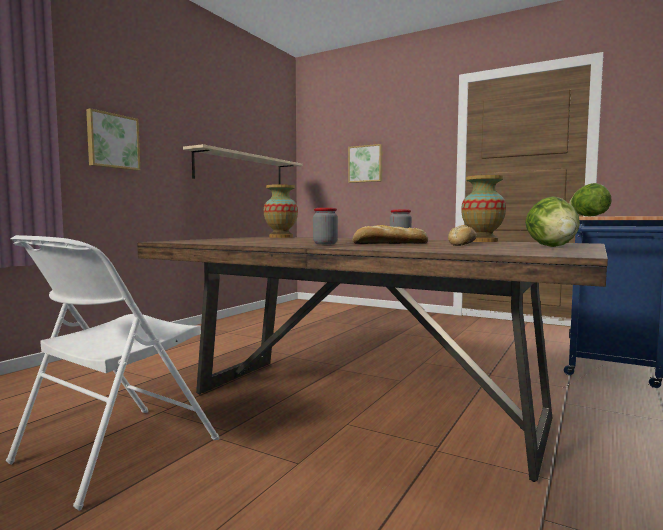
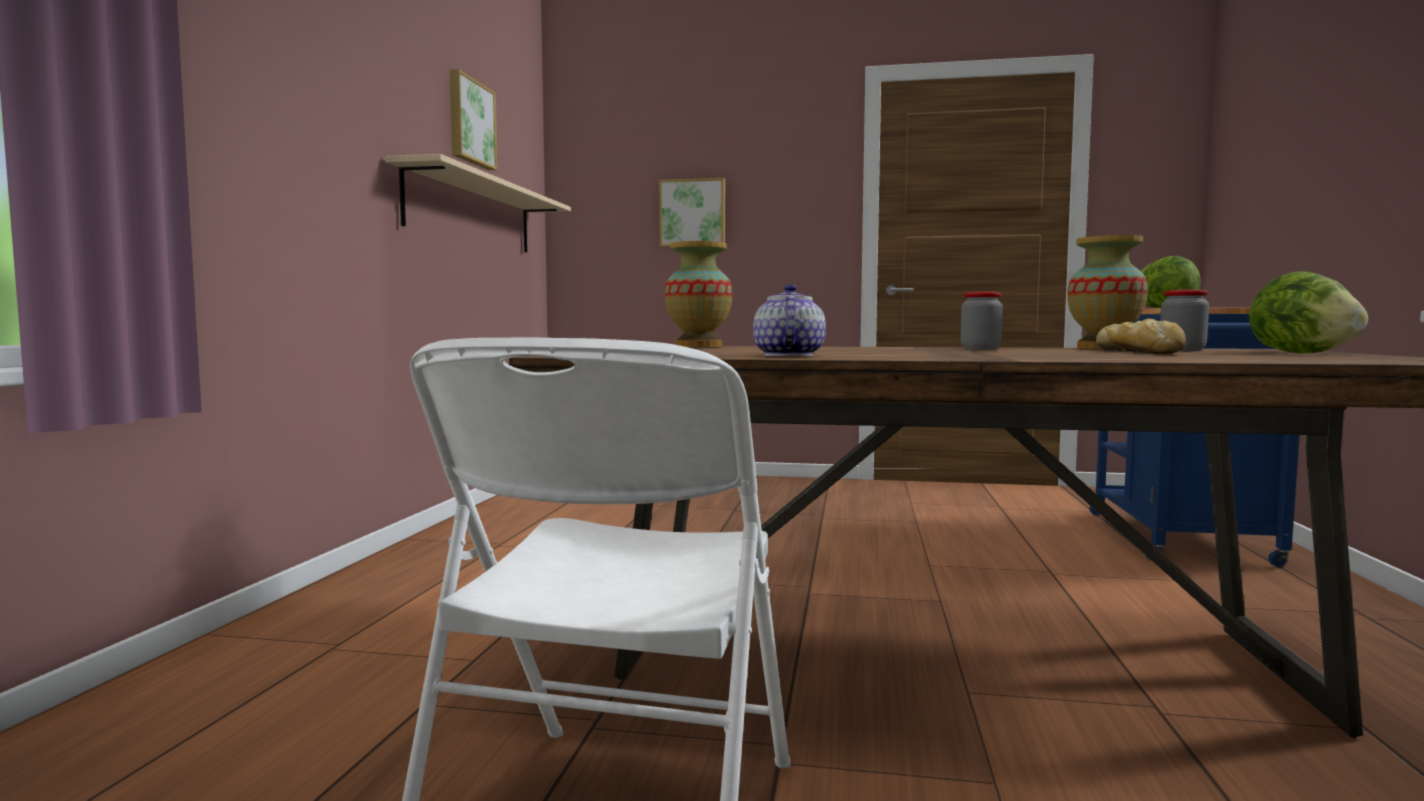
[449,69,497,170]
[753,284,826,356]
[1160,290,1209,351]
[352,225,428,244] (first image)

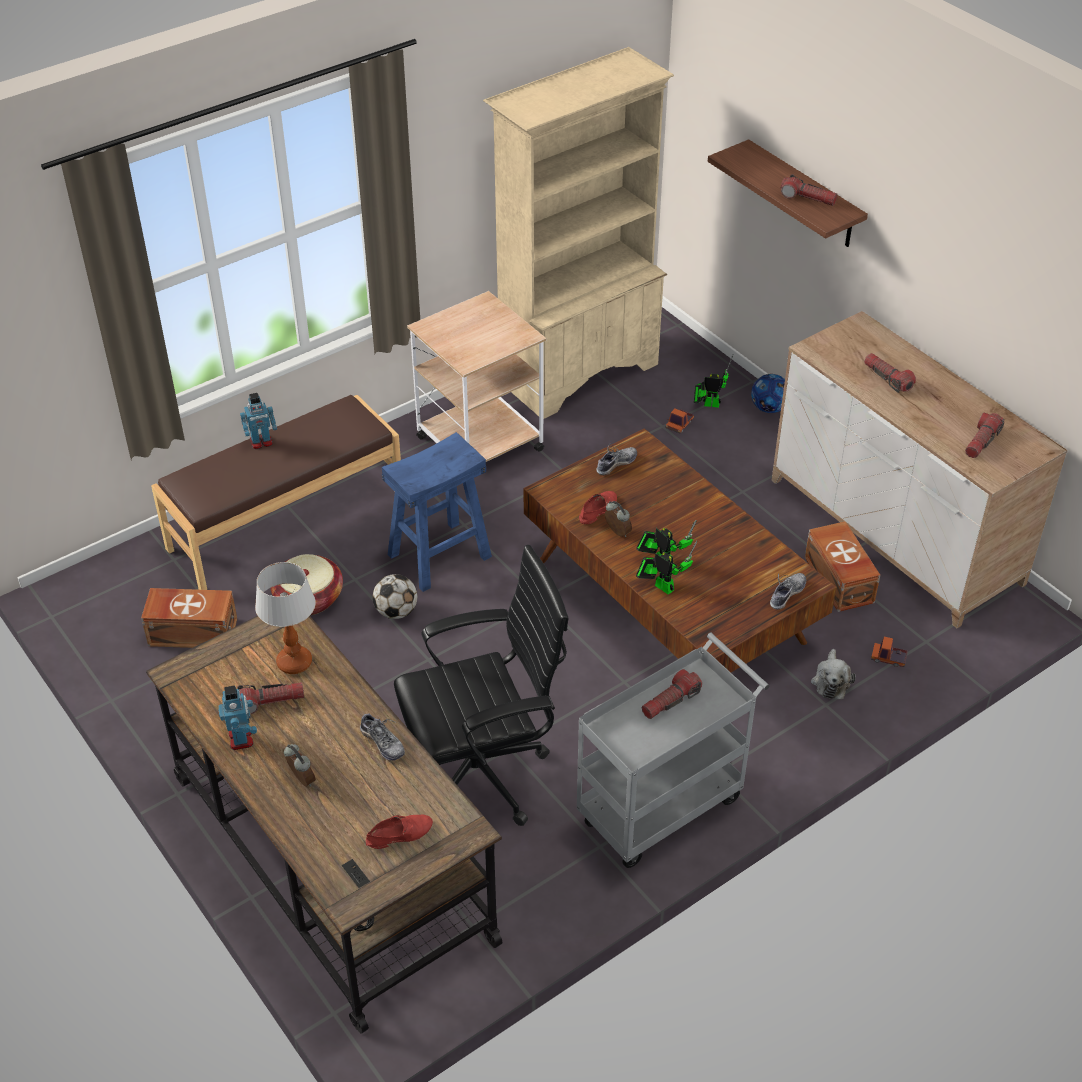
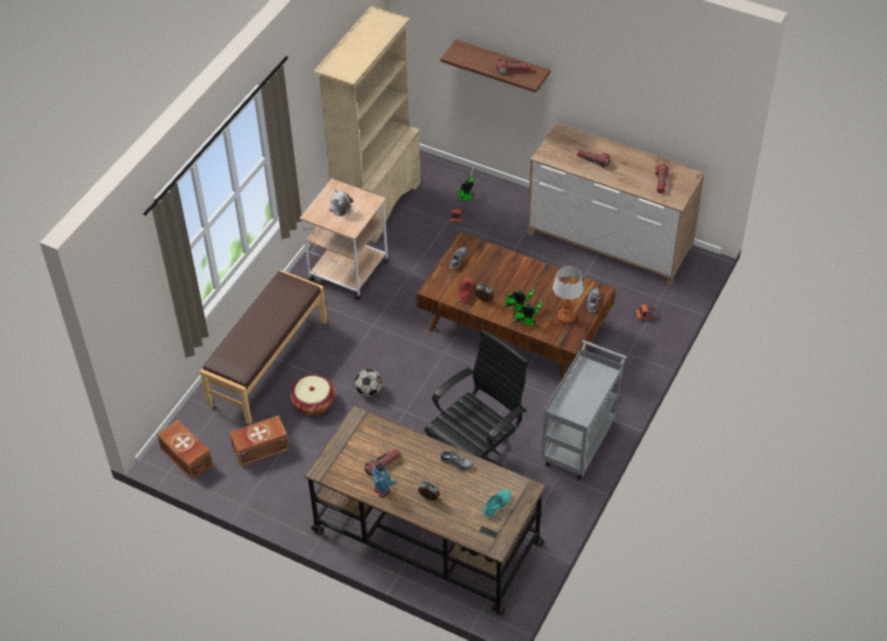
[157,420,213,480]
[329,189,353,216]
[483,489,511,516]
[553,266,584,324]
[240,393,277,449] (first image)
[382,432,492,592] (first image)
[642,669,702,719] (first image)
[751,374,785,413] (first image)

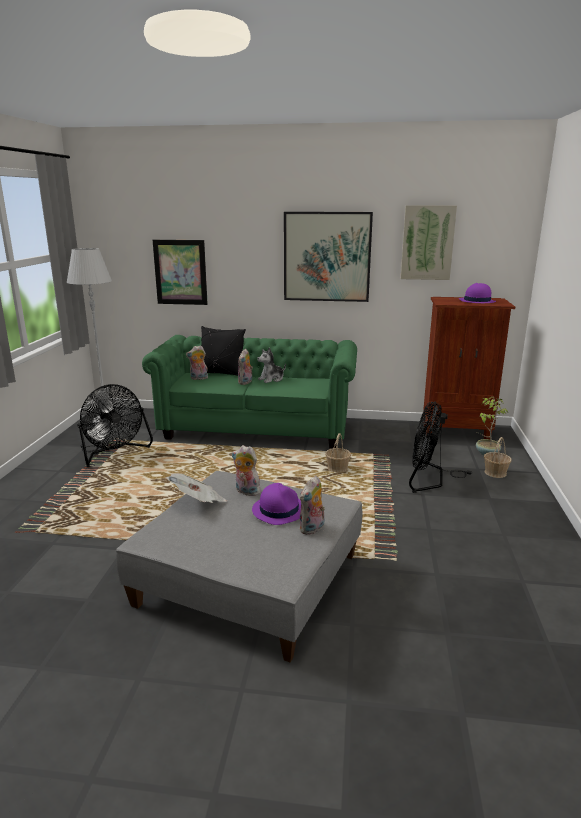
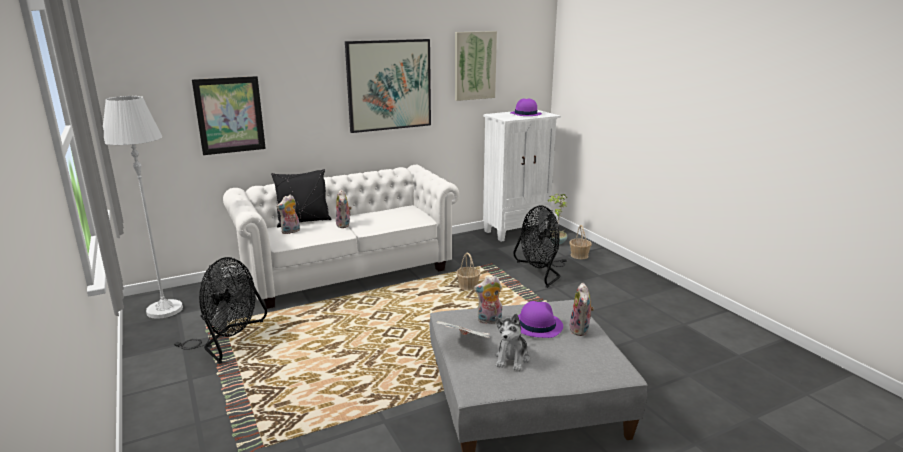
[223,165,459,309]
[483,110,561,242]
[495,314,530,371]

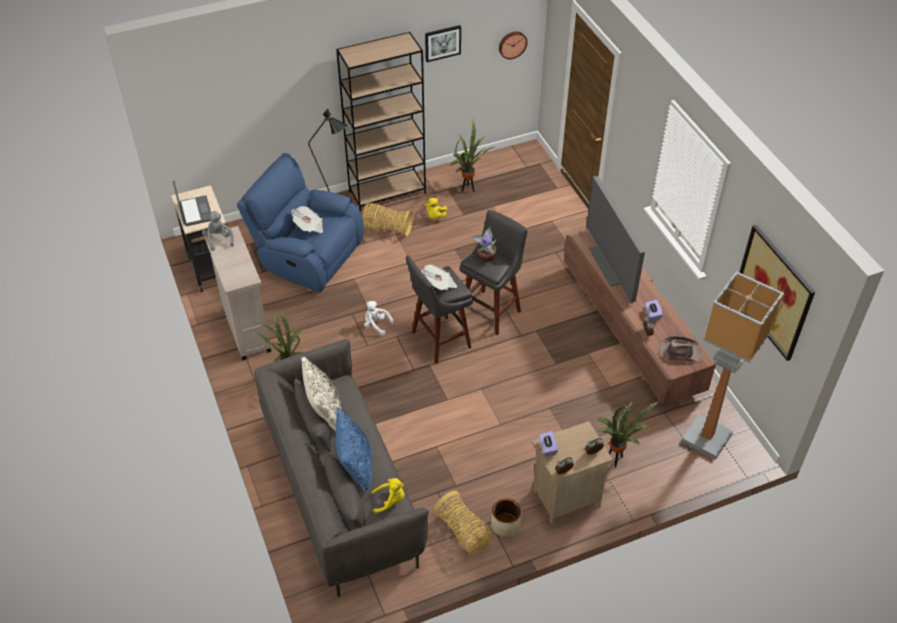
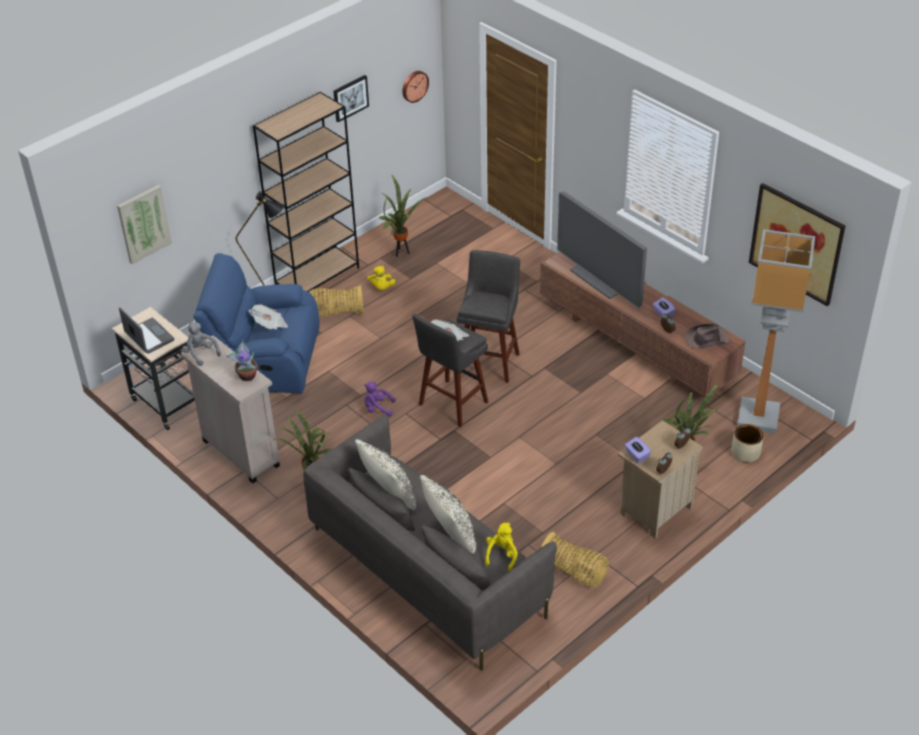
[117,185,172,264]
[226,339,258,381]
[364,381,396,416]
[420,474,476,554]
[485,522,518,571]
[731,424,764,462]

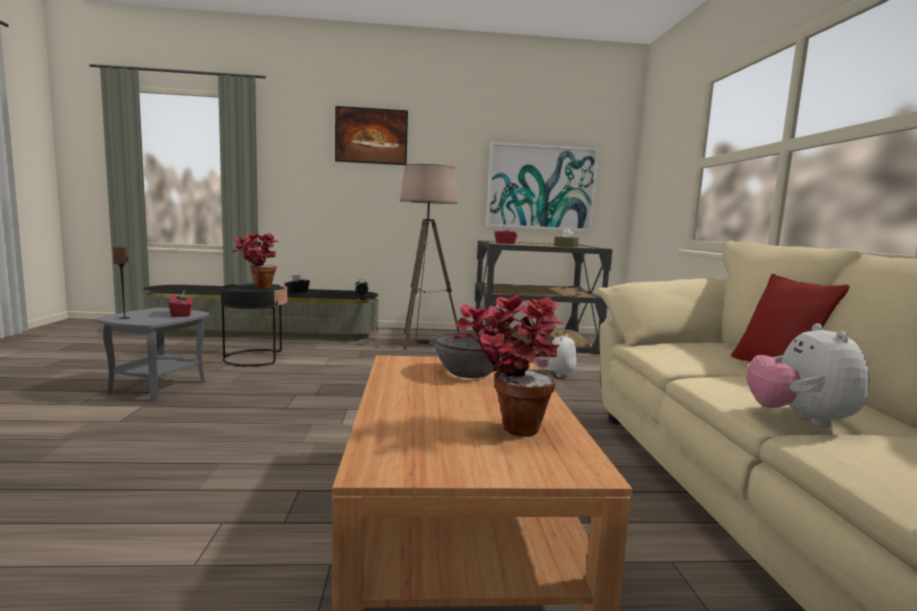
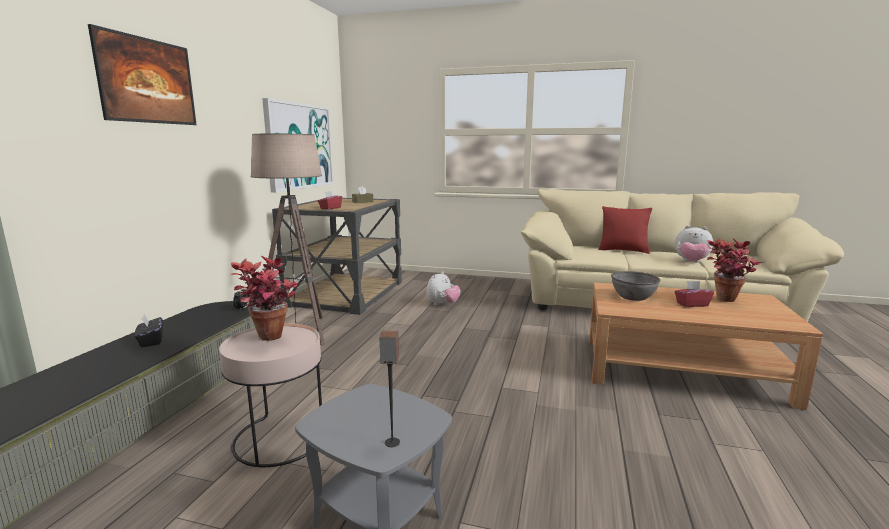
[219,323,322,468]
[426,271,461,306]
[675,281,714,307]

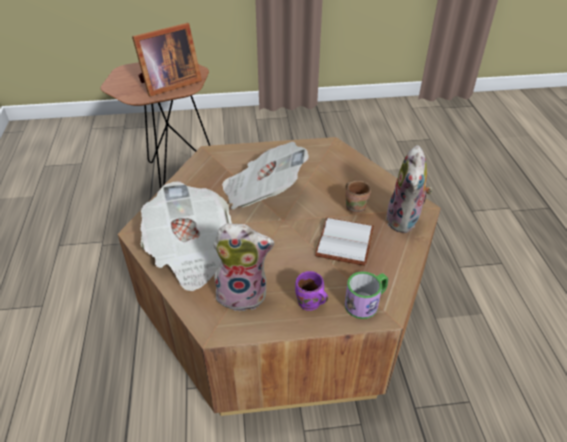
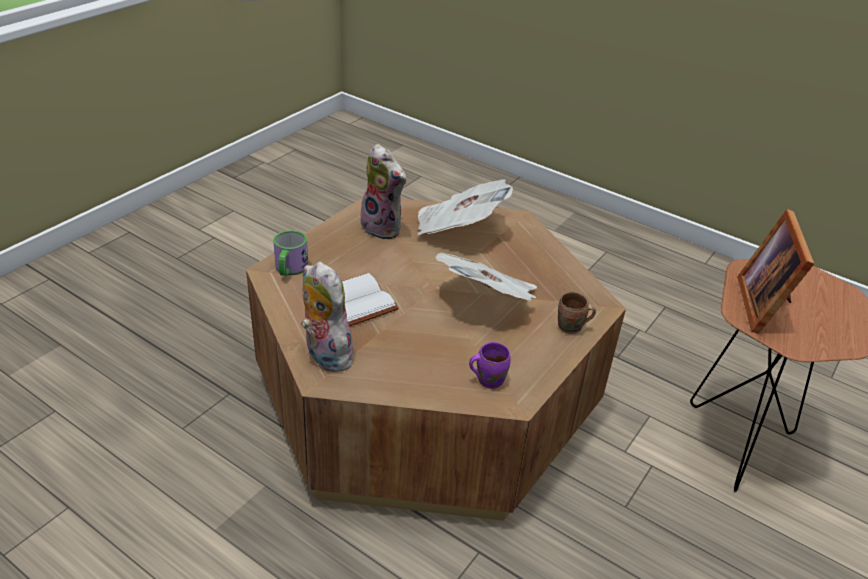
[359,144,407,240]
[469,342,510,389]
[558,292,596,334]

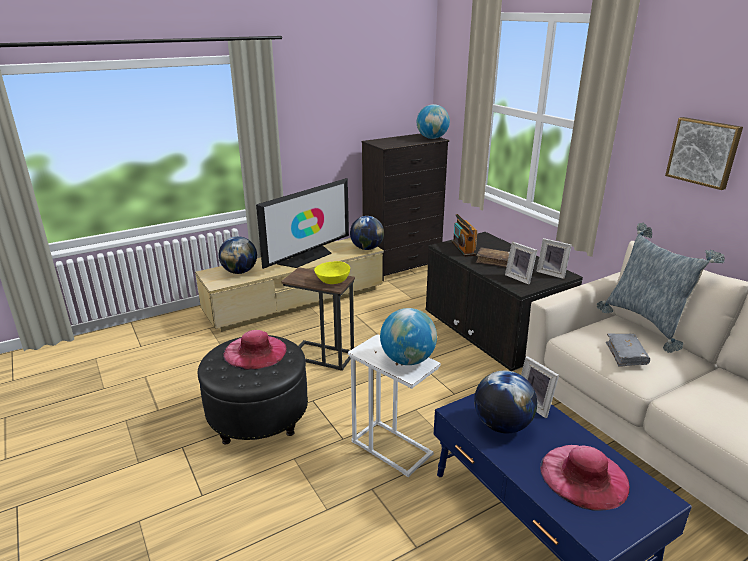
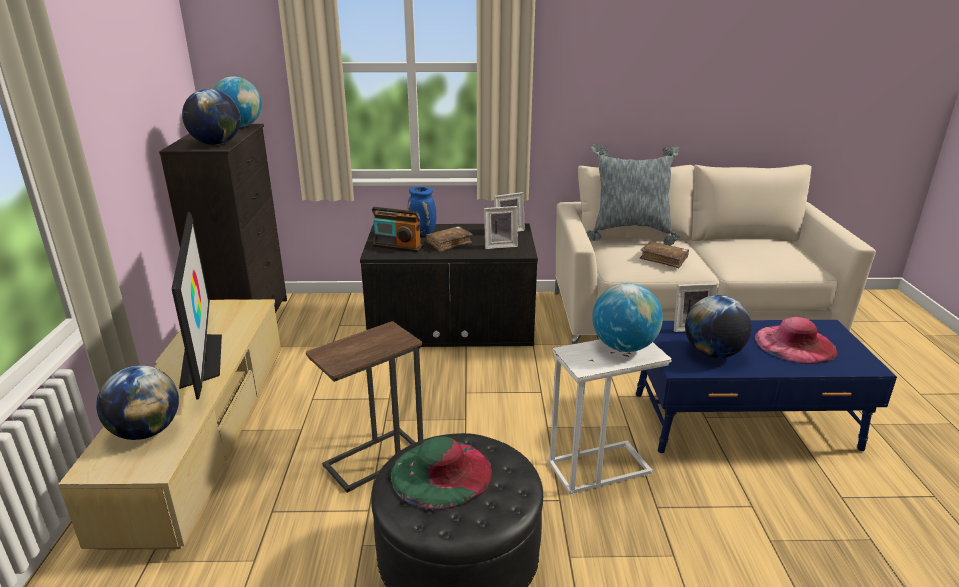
[182,89,241,145]
[391,437,492,510]
[408,187,436,236]
[640,241,689,268]
[314,261,350,284] (first image)
[665,117,743,190] (first image)

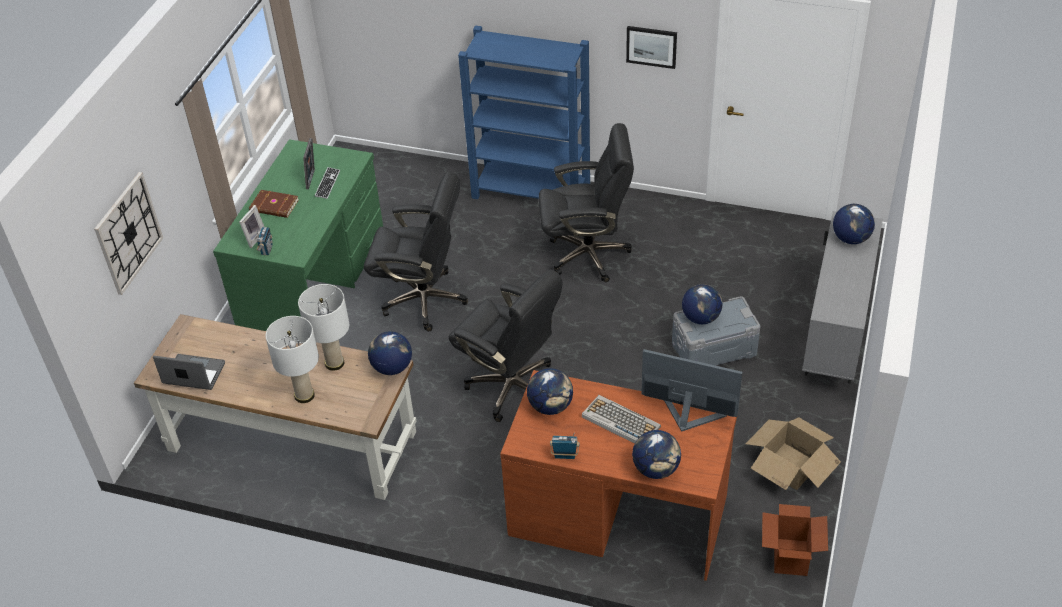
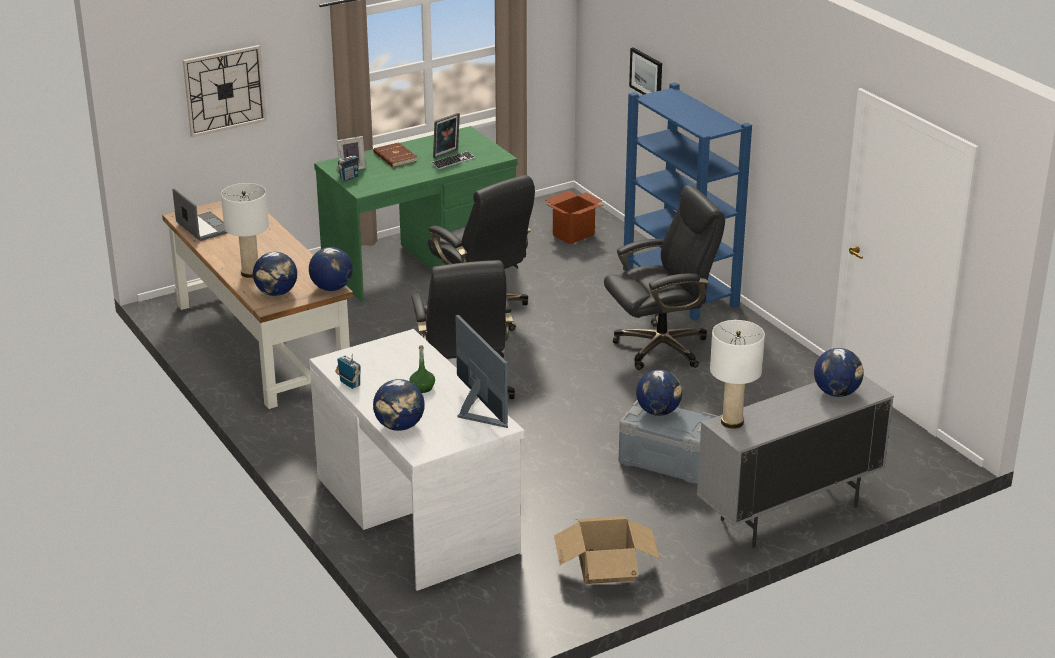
[253,252,297,296]
[309,329,525,591]
[410,345,435,393]
[545,190,603,244]
[604,185,725,370]
[629,47,662,95]
[710,320,765,429]

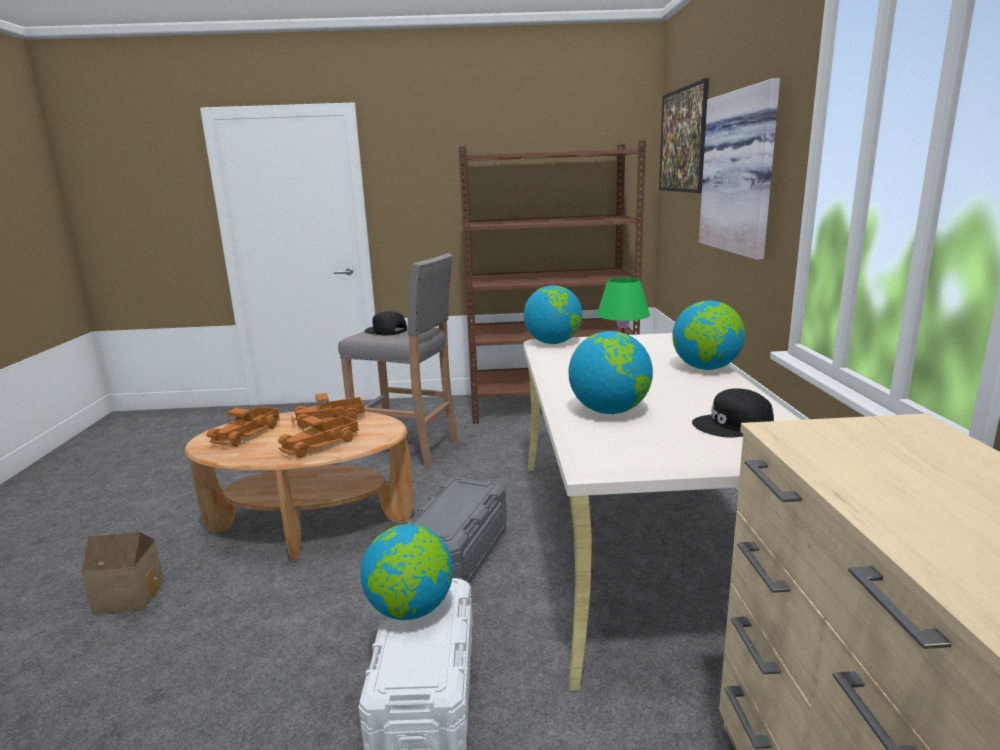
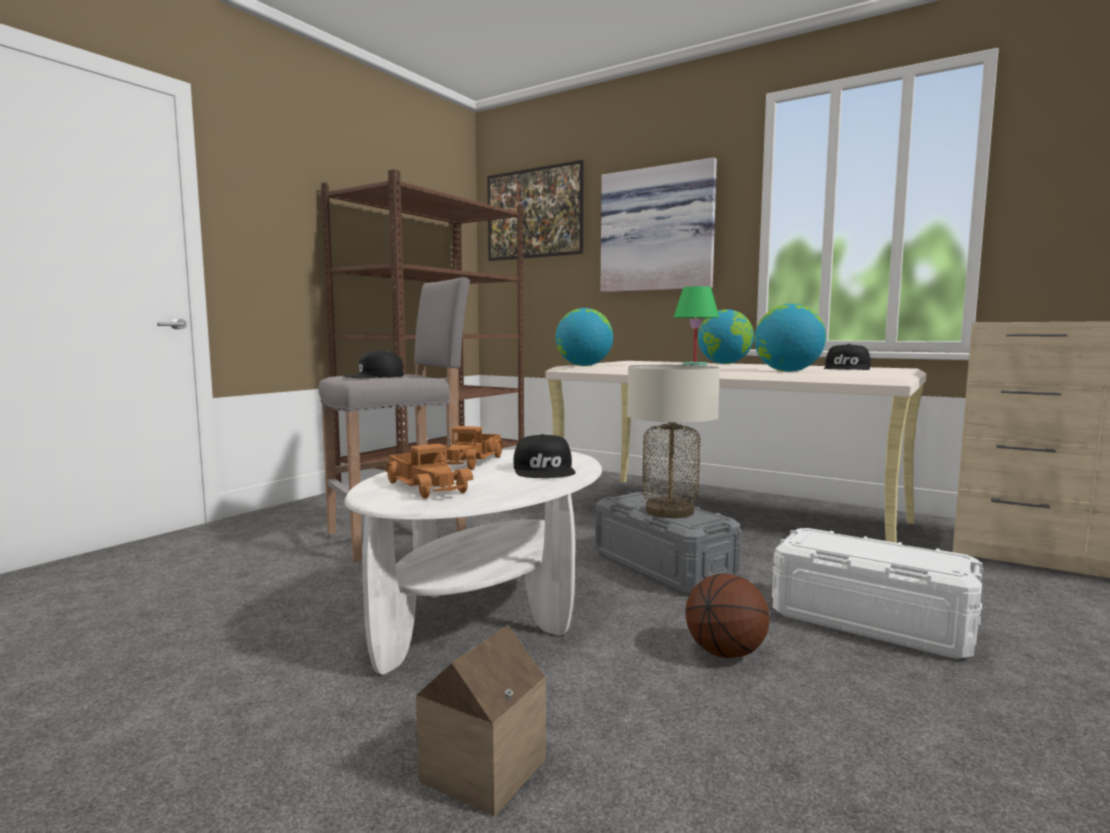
[345,449,602,675]
[513,434,576,478]
[627,365,720,518]
[685,574,770,658]
[360,524,453,620] (first image)

